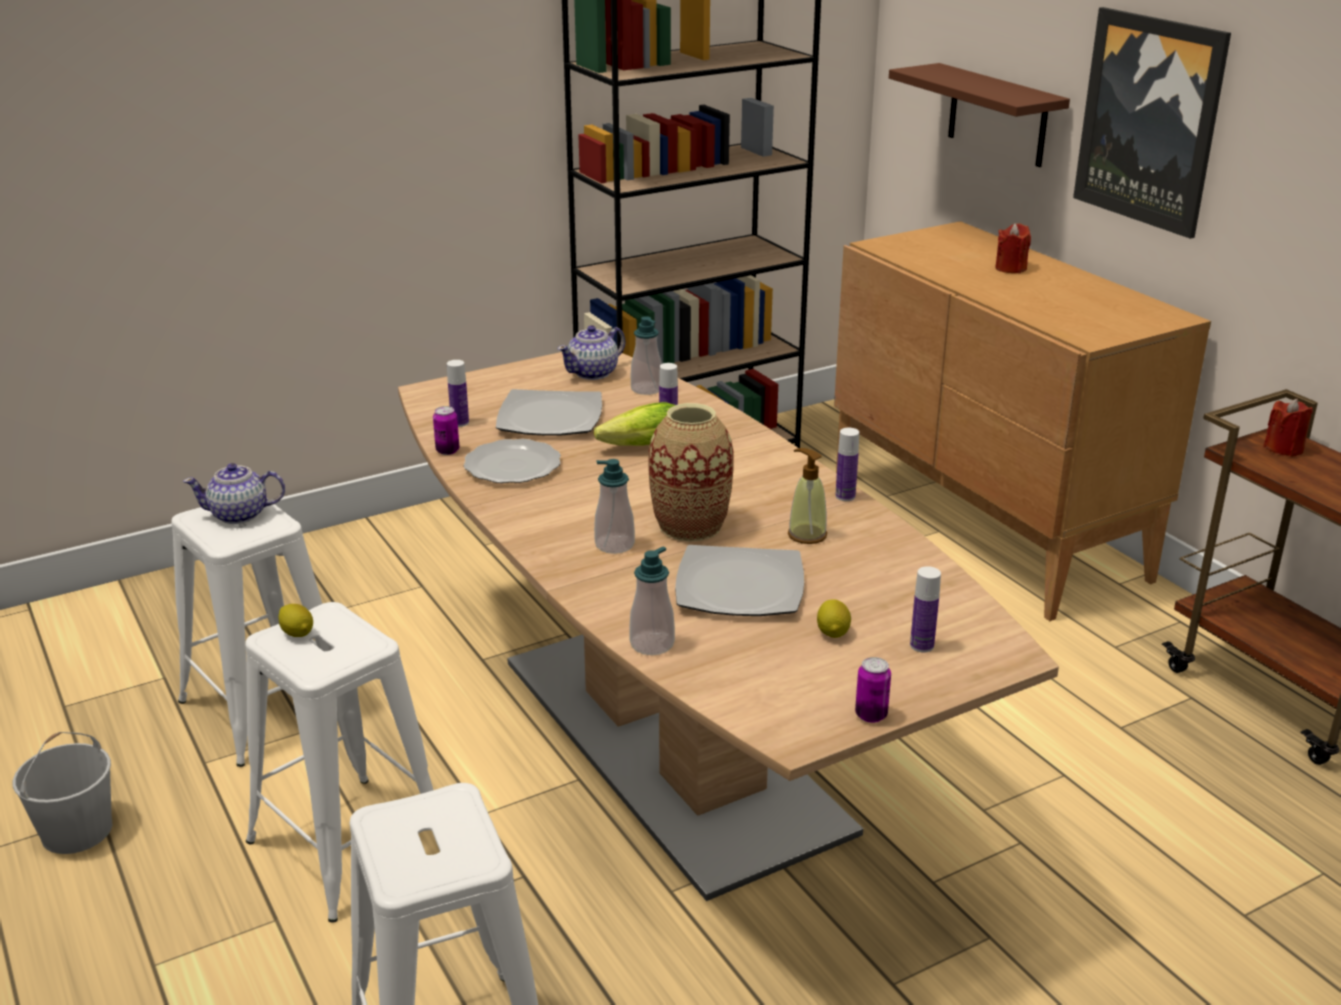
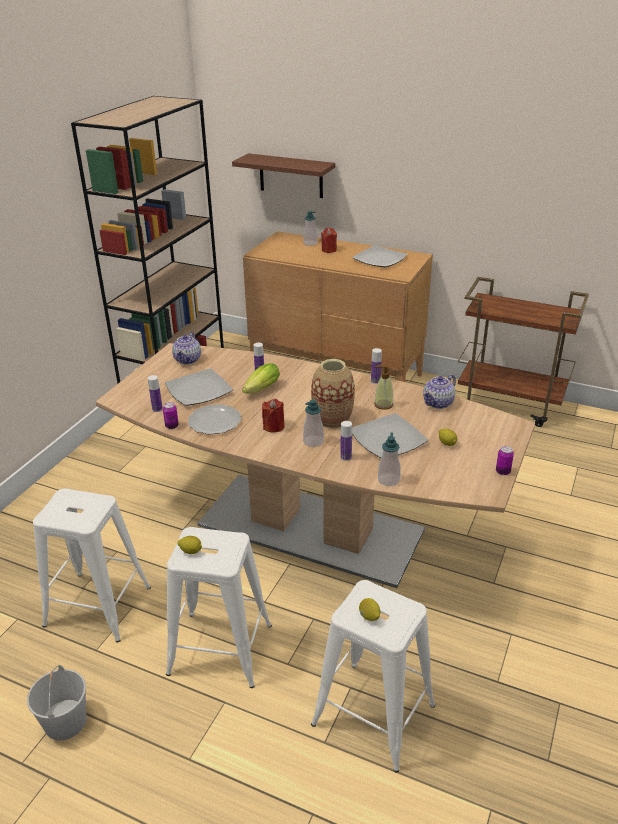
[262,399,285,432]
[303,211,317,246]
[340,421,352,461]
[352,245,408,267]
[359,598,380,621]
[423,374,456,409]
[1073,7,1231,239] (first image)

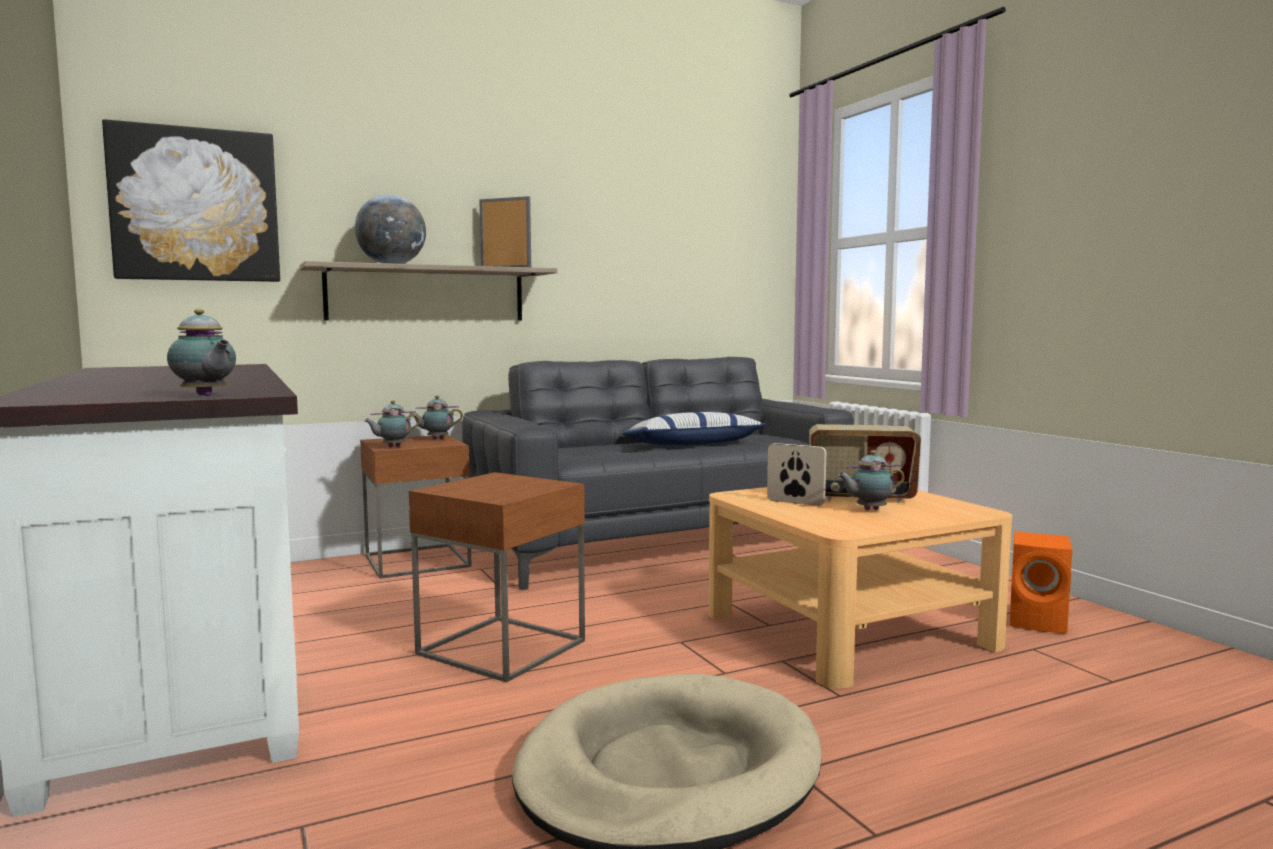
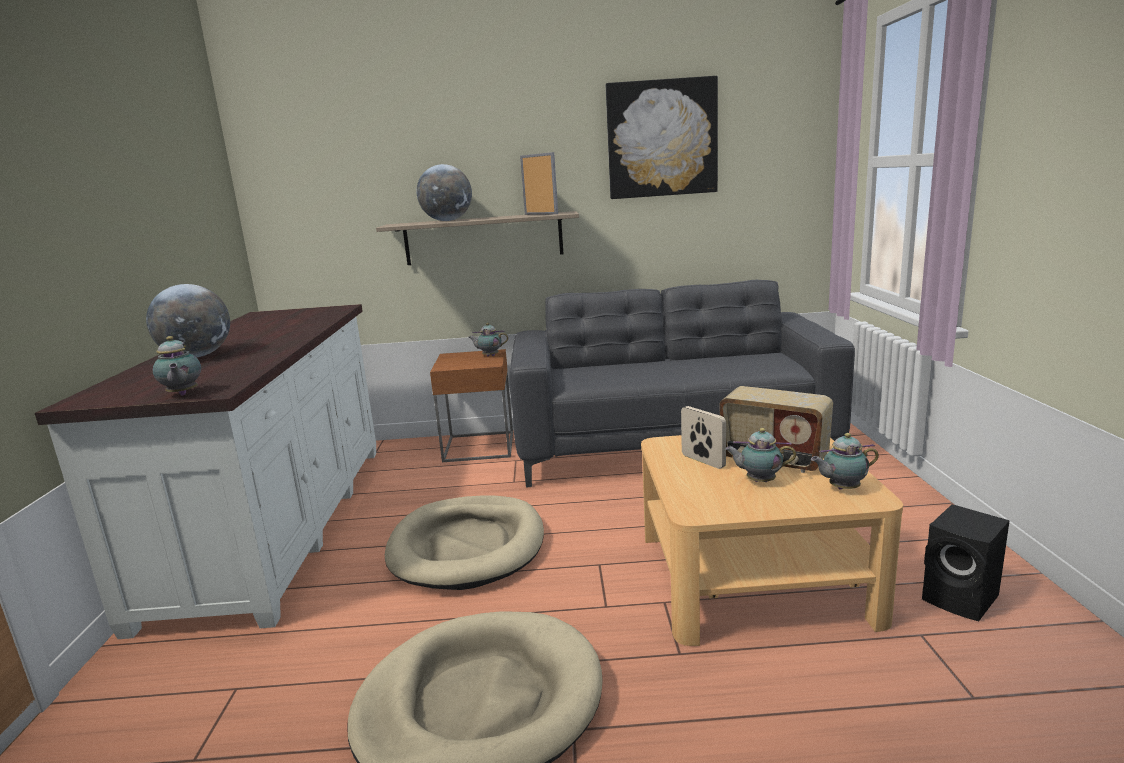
[146,284,230,357]
[385,496,544,590]
[606,76,718,199]
[811,433,879,490]
[922,504,1010,621]
[622,412,767,445] (first image)

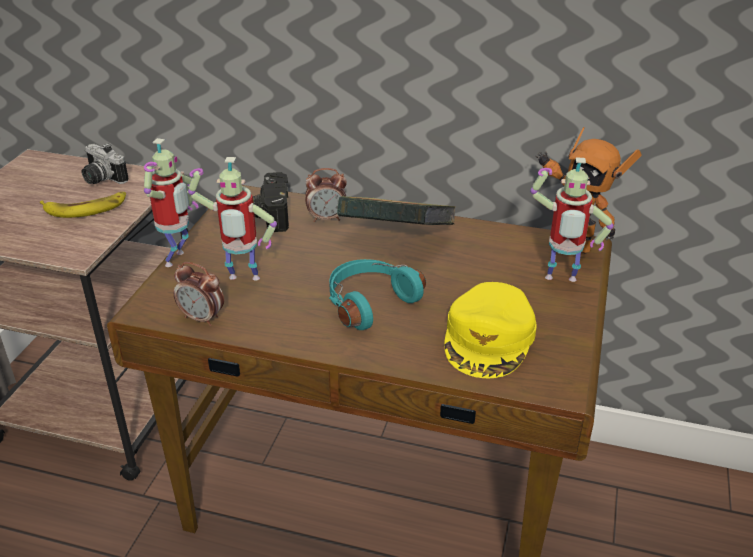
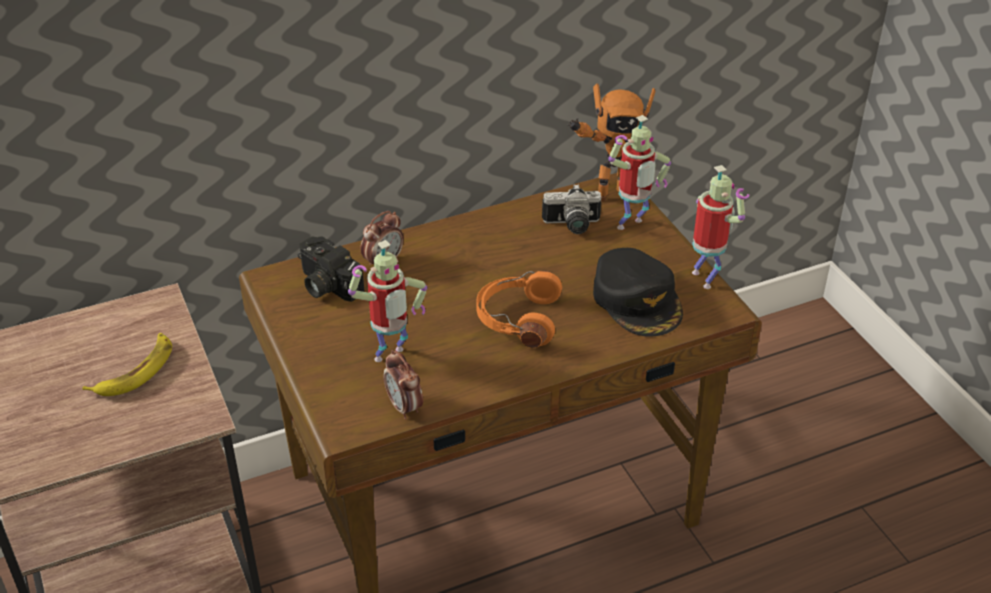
[383,350,423,419]
[476,271,562,348]
[542,184,601,234]
[593,248,683,337]
[692,165,750,289]
[337,196,455,225] (first image)

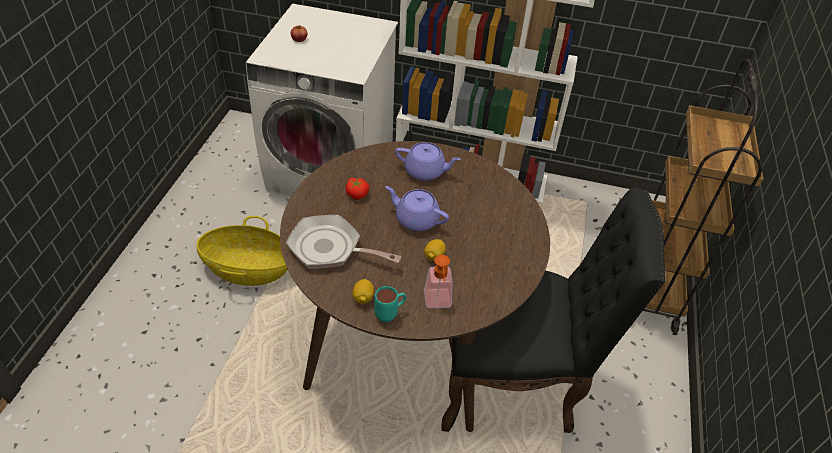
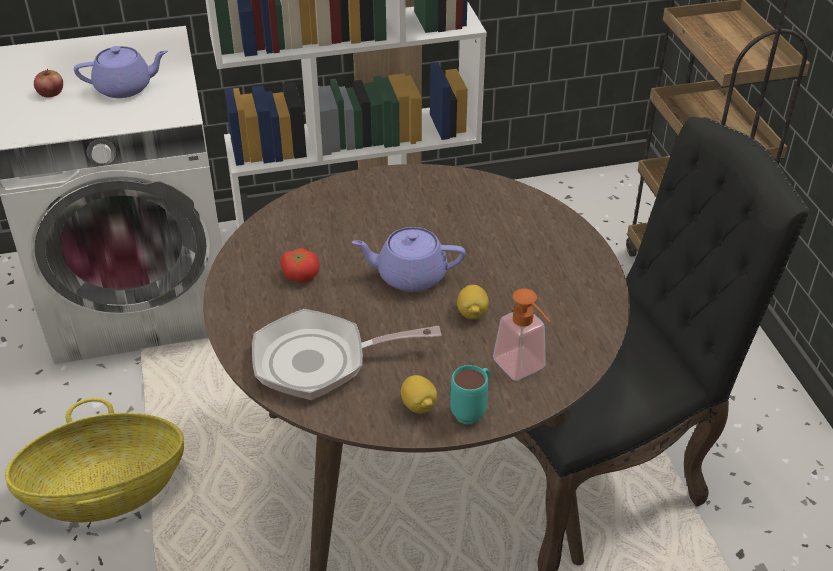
[74,46,168,98]

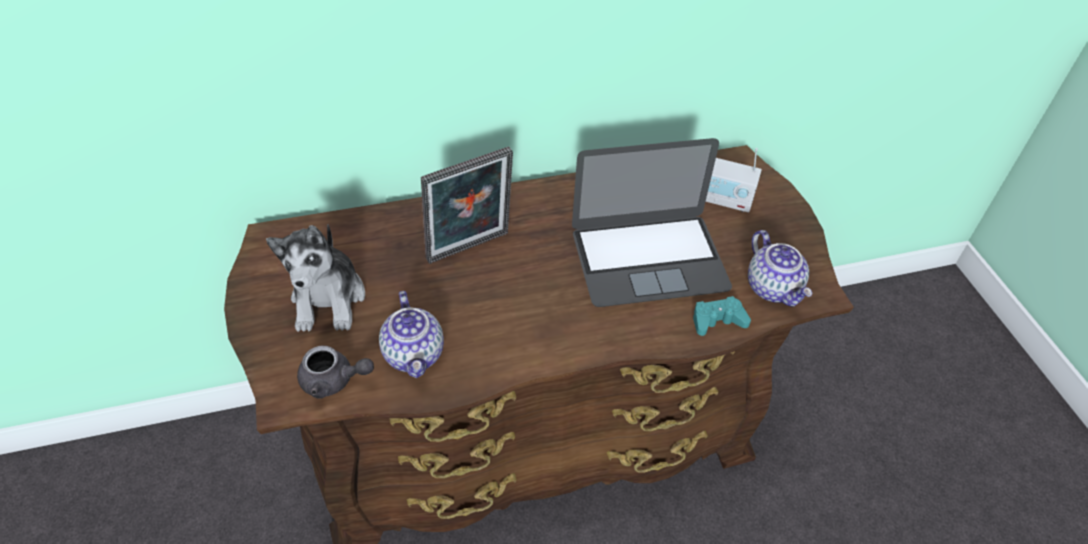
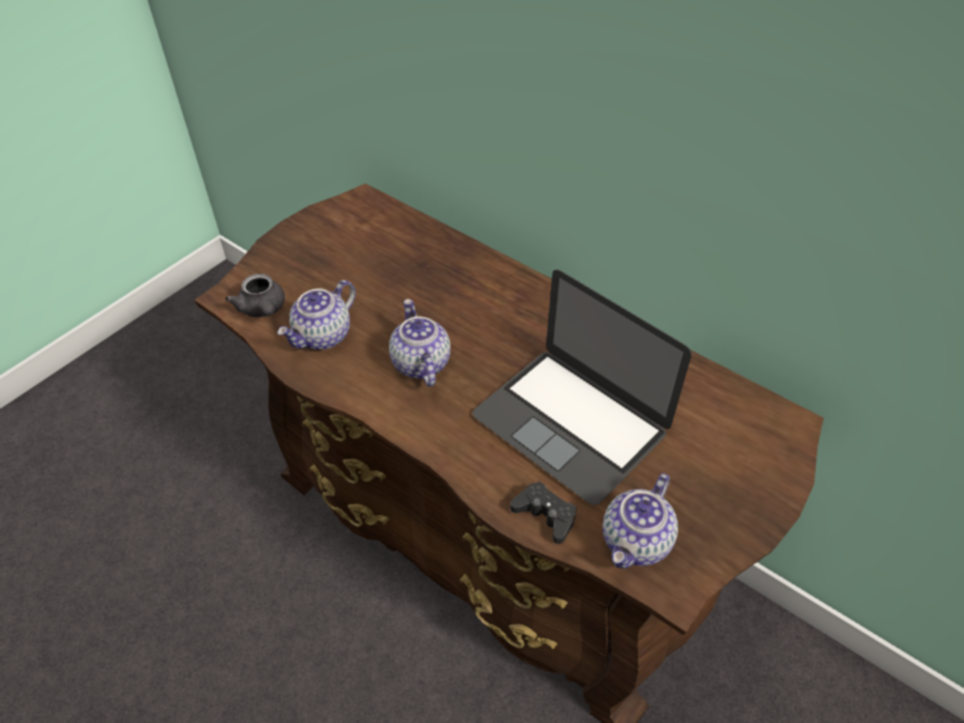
[389,299,451,387]
[510,481,577,544]
[266,224,365,332] (first image)
[421,147,513,264] (first image)
[706,148,762,212] (first image)

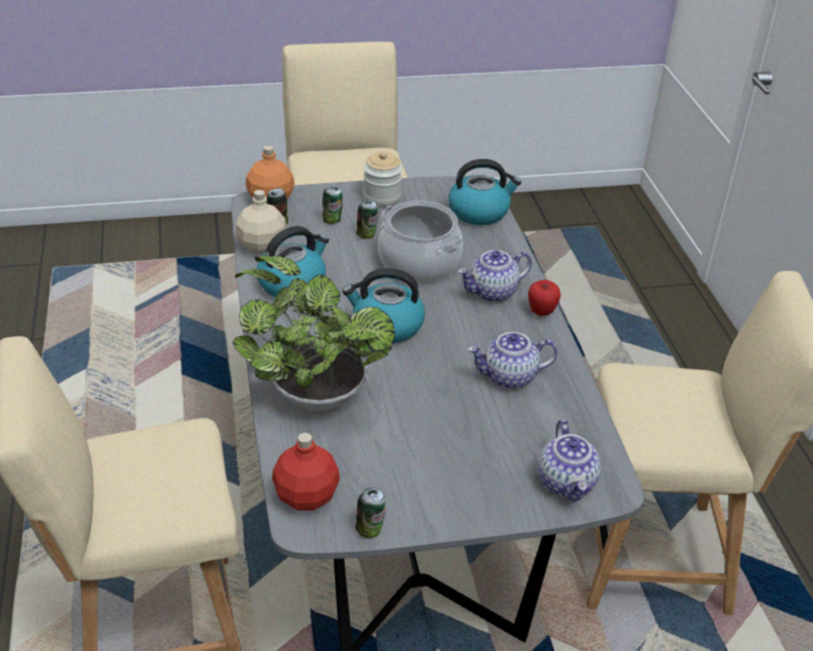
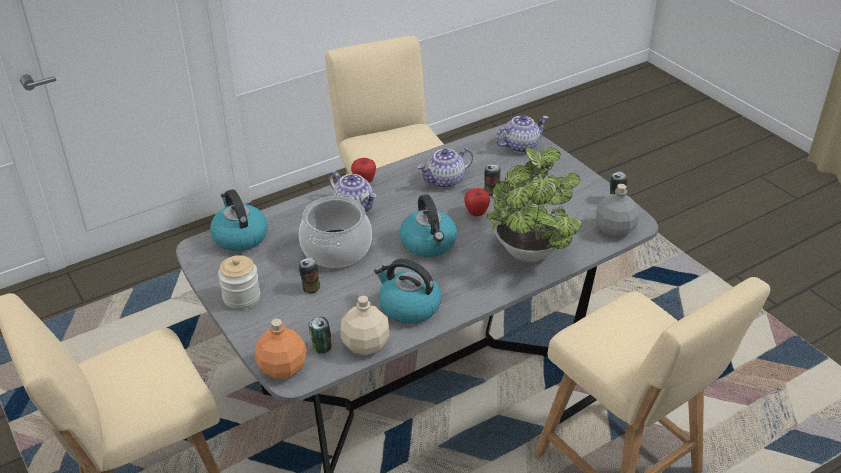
[418,148,473,188]
[464,188,490,216]
[484,164,501,196]
[596,184,639,237]

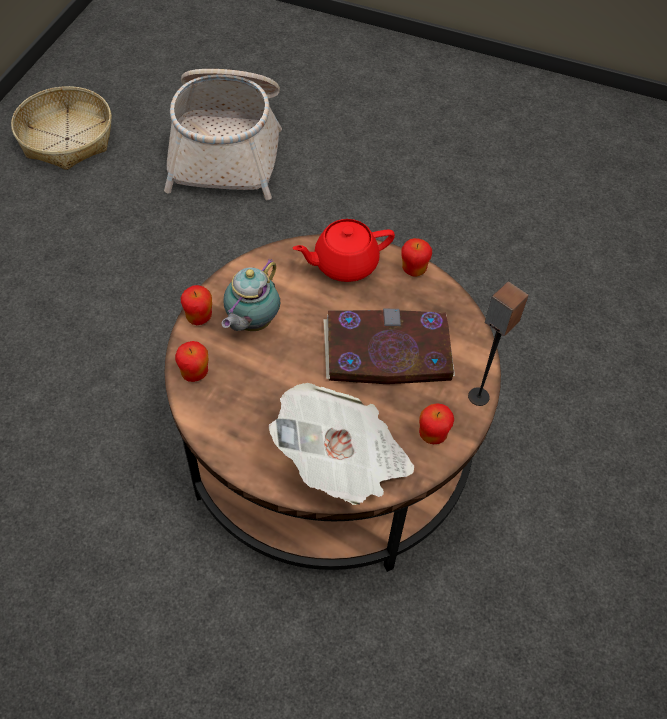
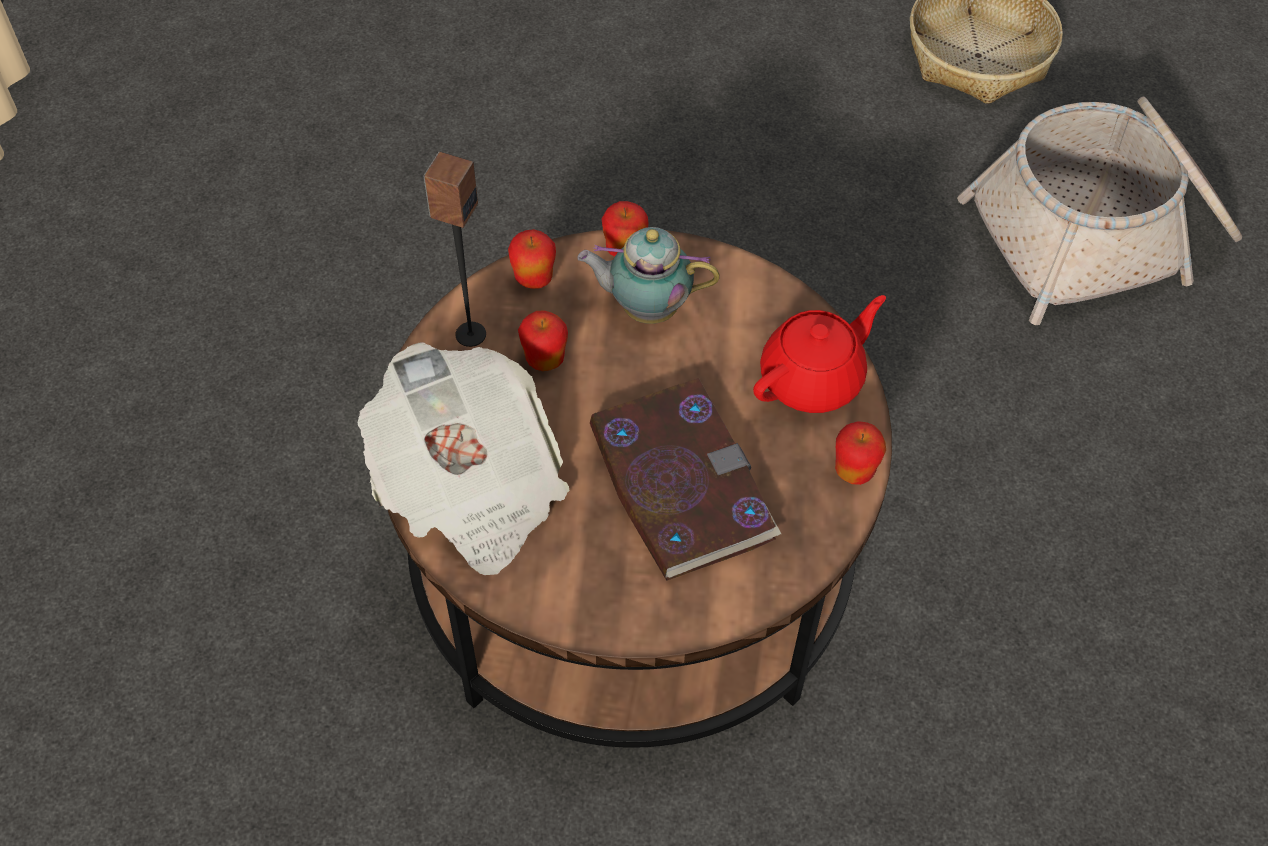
[423,152,486,347]
[518,310,568,371]
[753,295,886,413]

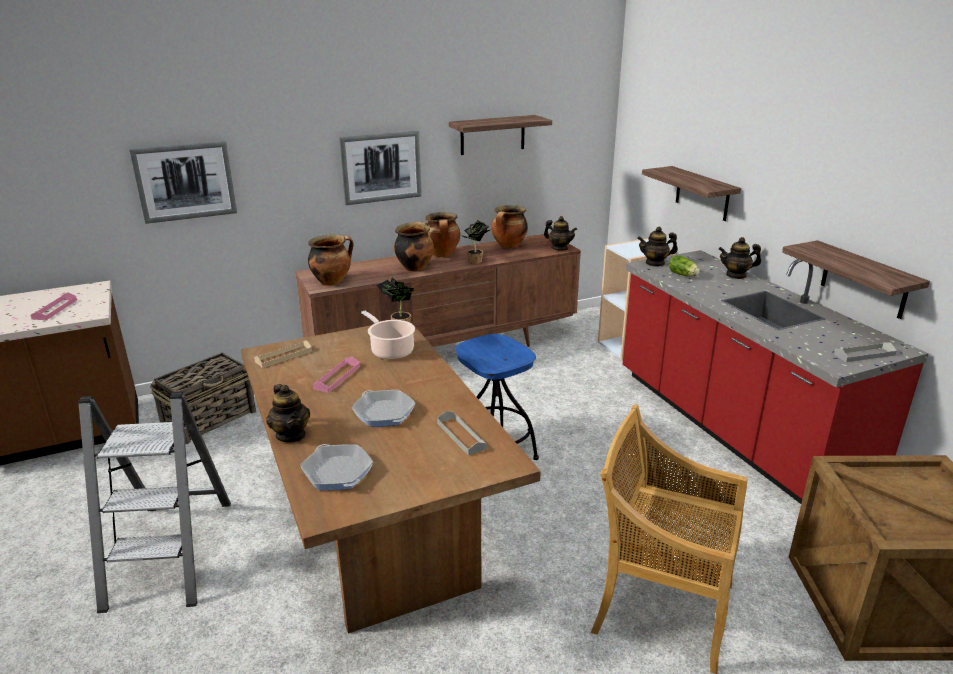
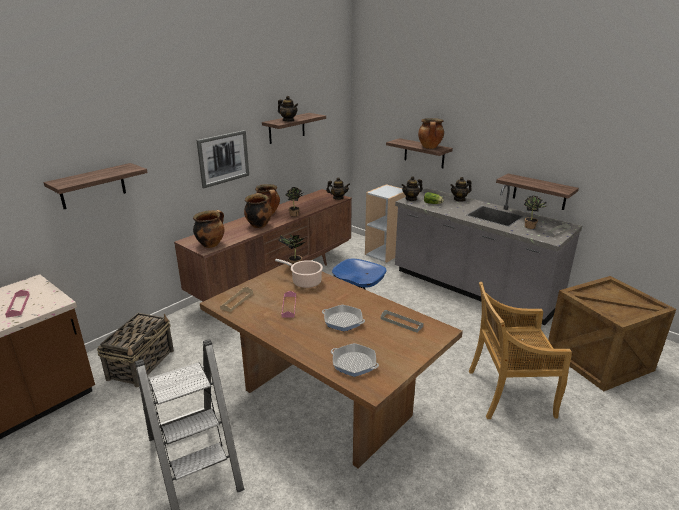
[44,163,148,209]
[278,96,298,121]
[395,185,582,325]
[418,118,444,149]
[524,195,546,229]

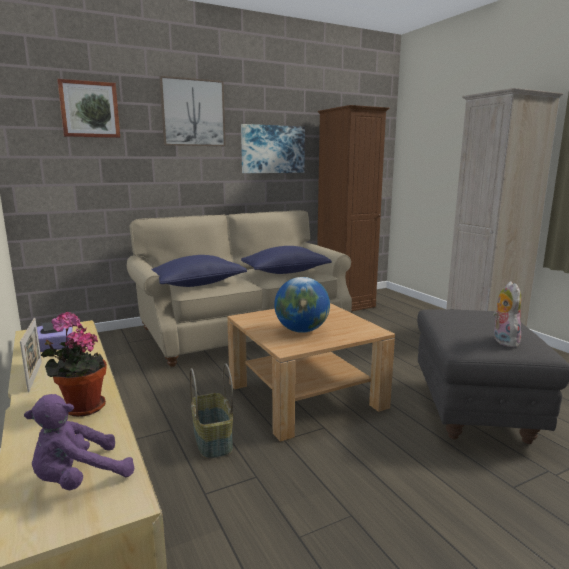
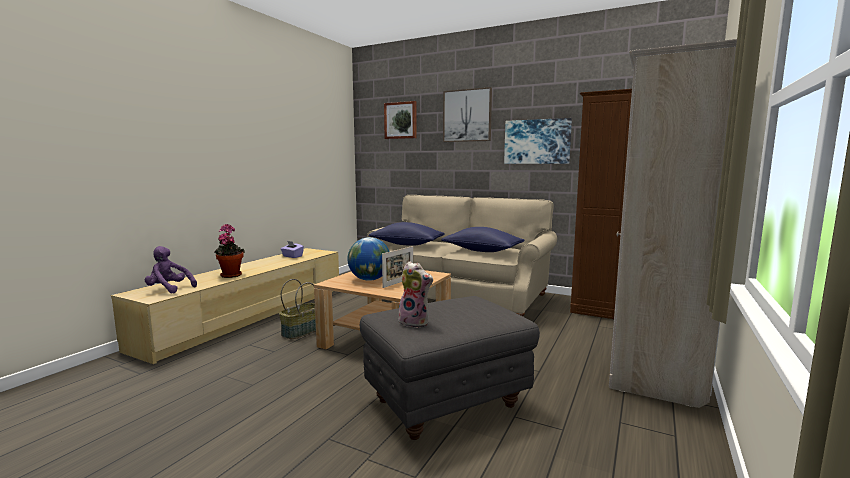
[382,246,413,288]
[398,261,433,328]

